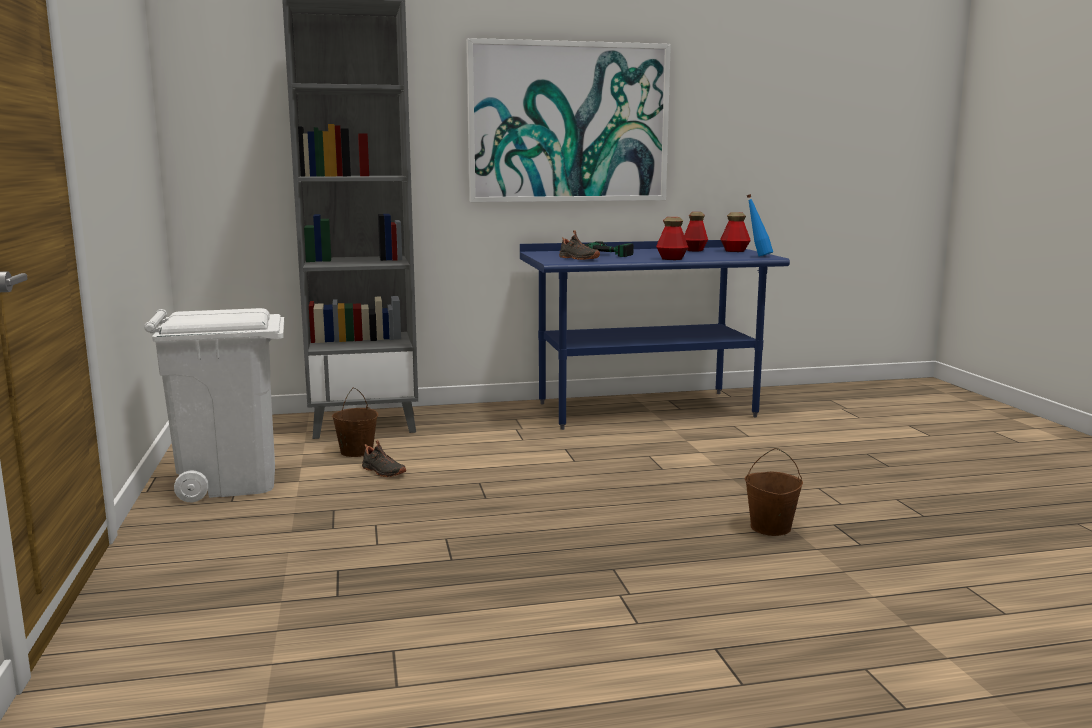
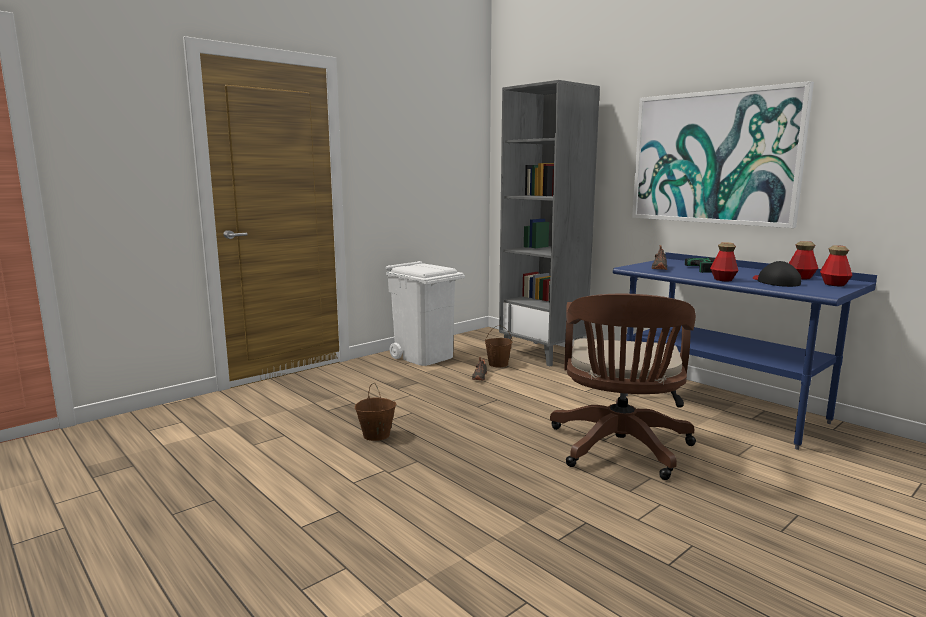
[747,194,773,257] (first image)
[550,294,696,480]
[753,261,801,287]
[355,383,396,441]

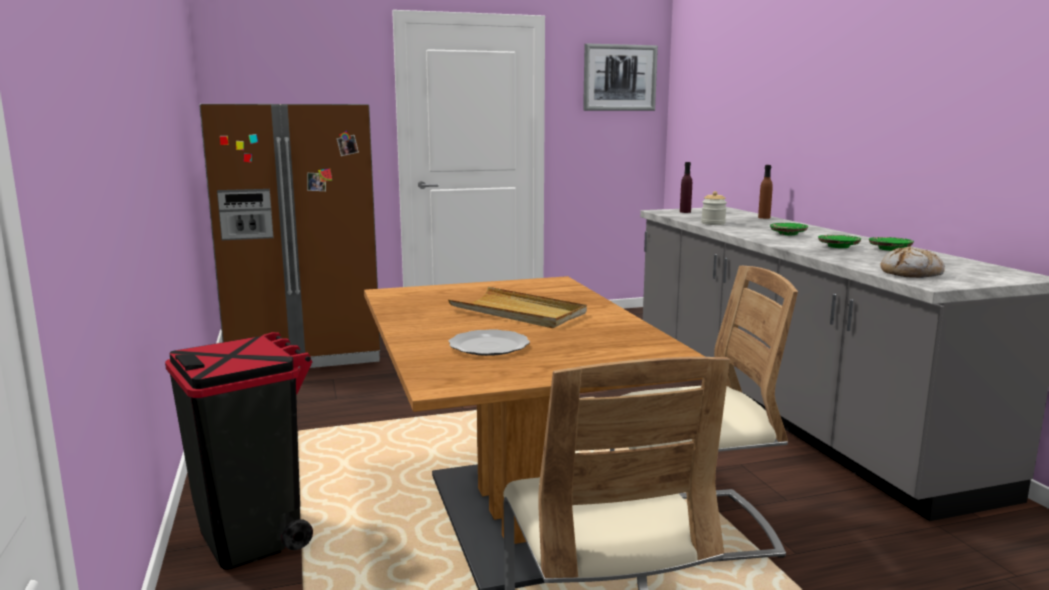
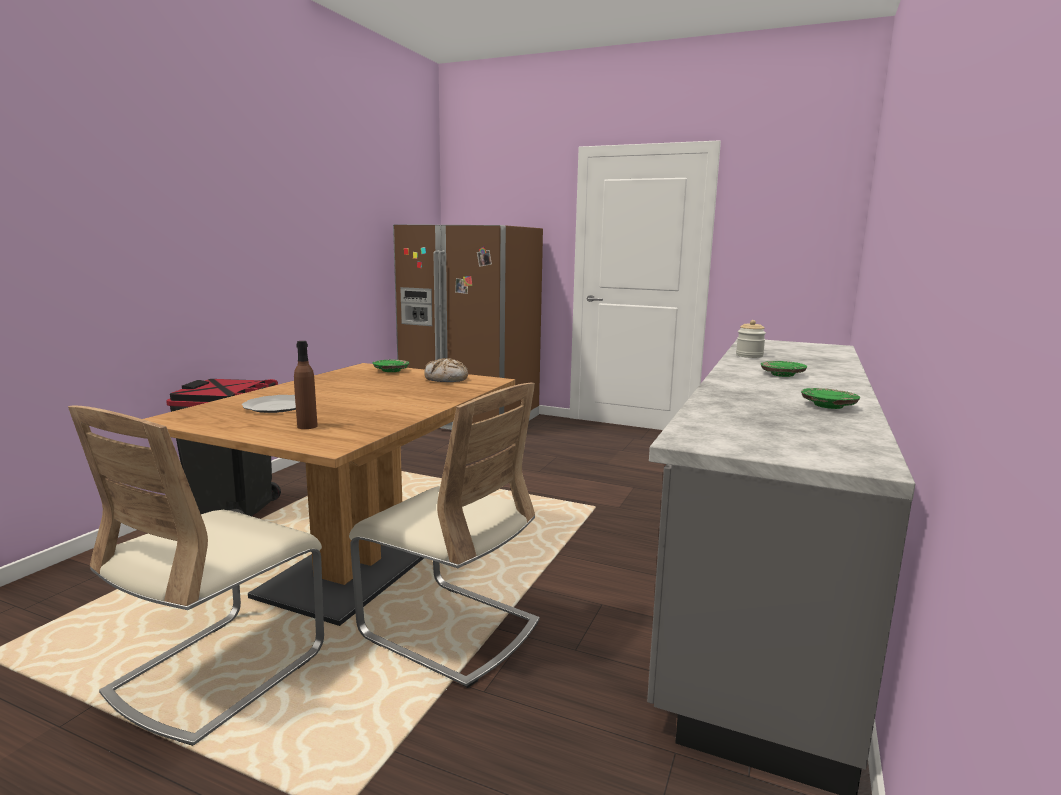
[448,287,587,328] (first image)
[583,43,658,111] (first image)
[680,162,692,213] (first image)
[294,341,318,429]
[373,360,409,372]
[424,358,468,382]

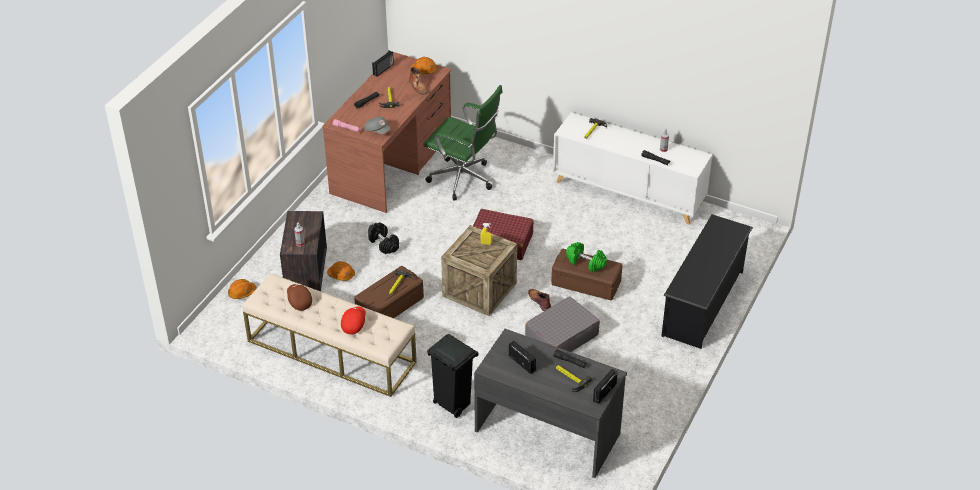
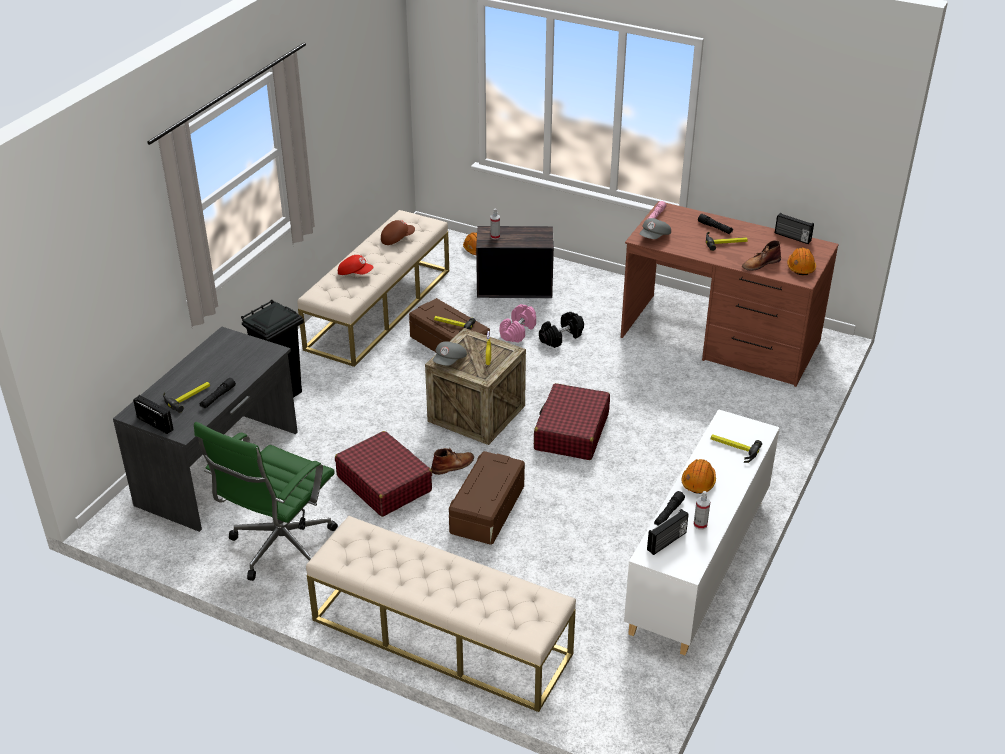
[566,242,607,272] (first image)
[433,341,467,366]
[500,304,536,343]
[682,459,716,494]
[194,422,338,581]
[647,509,689,555]
[306,516,576,712]
[335,431,432,517]

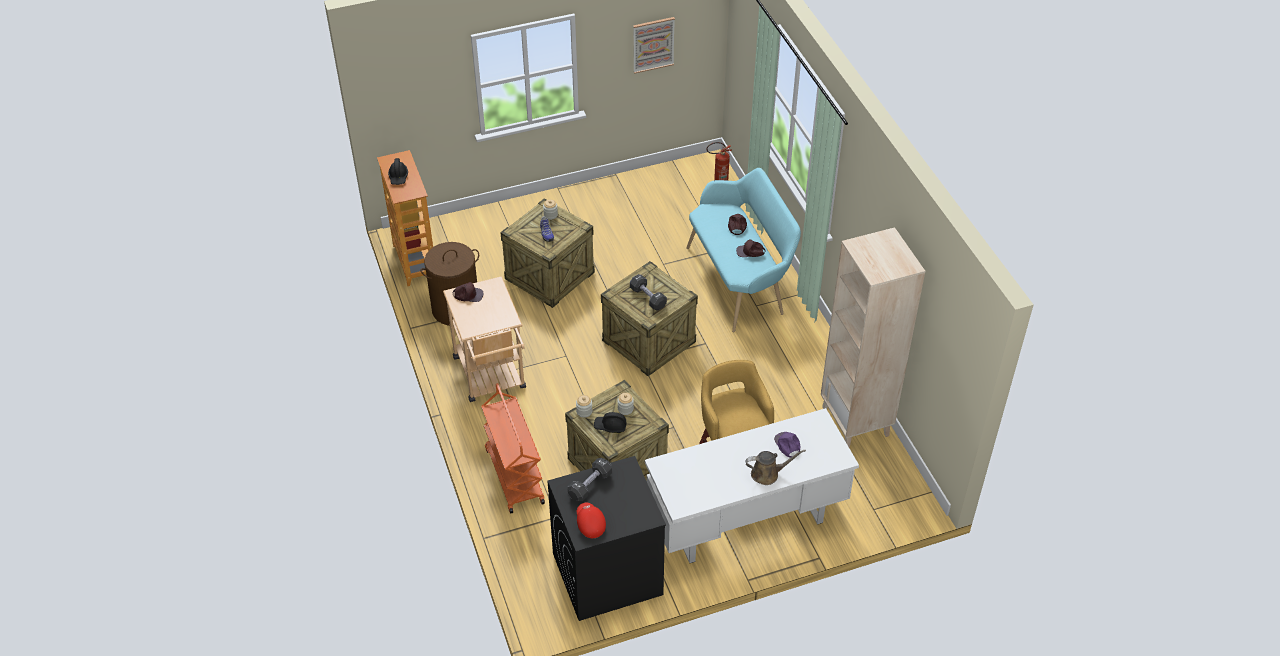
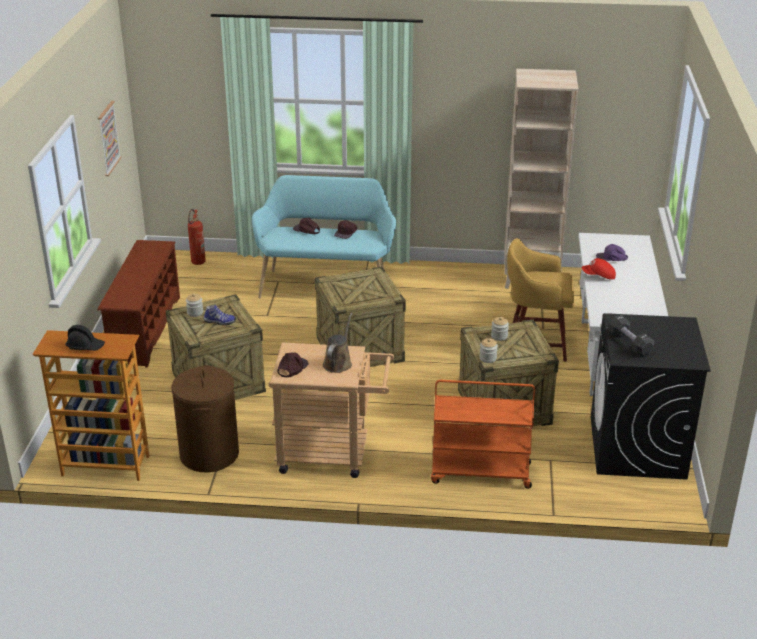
[594,412,626,433] (first image)
[630,274,667,311] (first image)
[98,240,180,368]
[582,258,616,280]
[323,313,353,373]

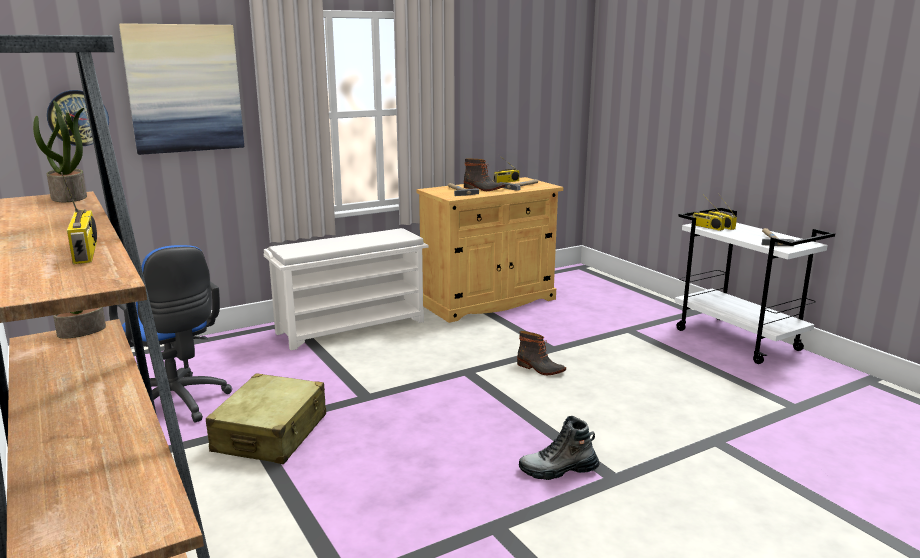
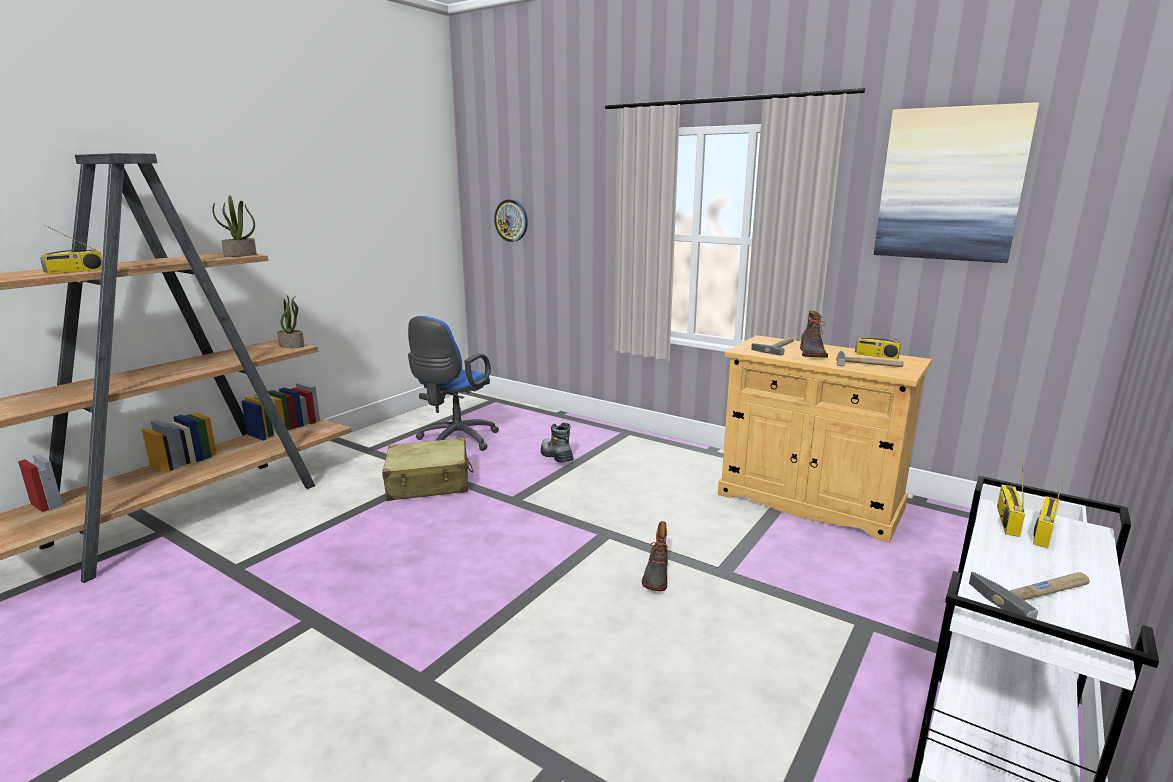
[264,228,429,350] (first image)
[874,102,1039,263]
[541,422,574,463]

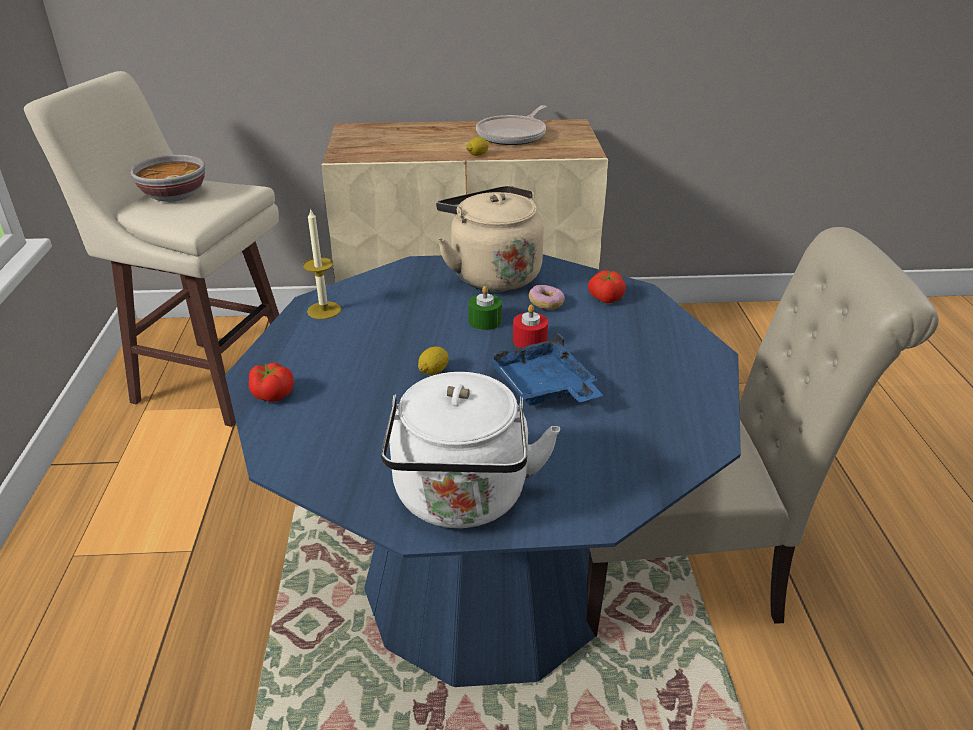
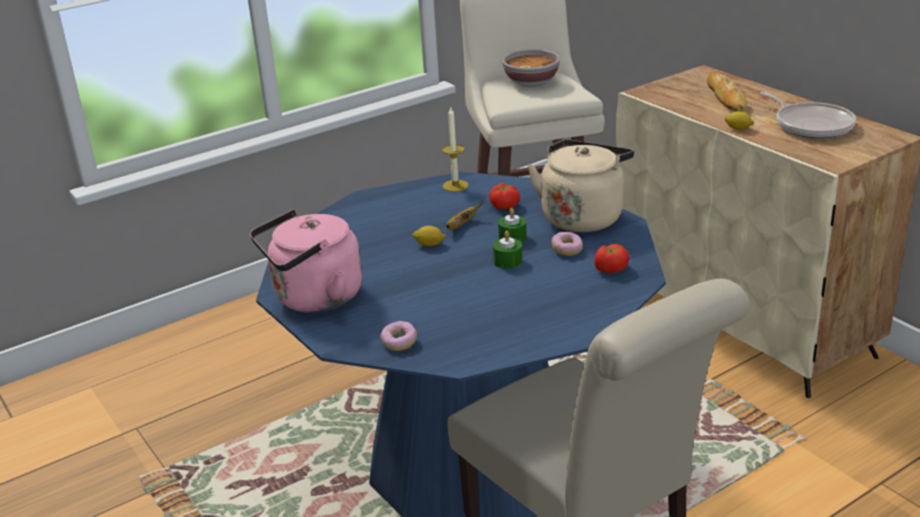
[487,332,603,405] (first image)
[380,321,417,351]
[446,202,483,230]
[707,72,747,112]
[489,183,520,210]
[250,209,362,313]
[493,231,522,269]
[760,91,856,138]

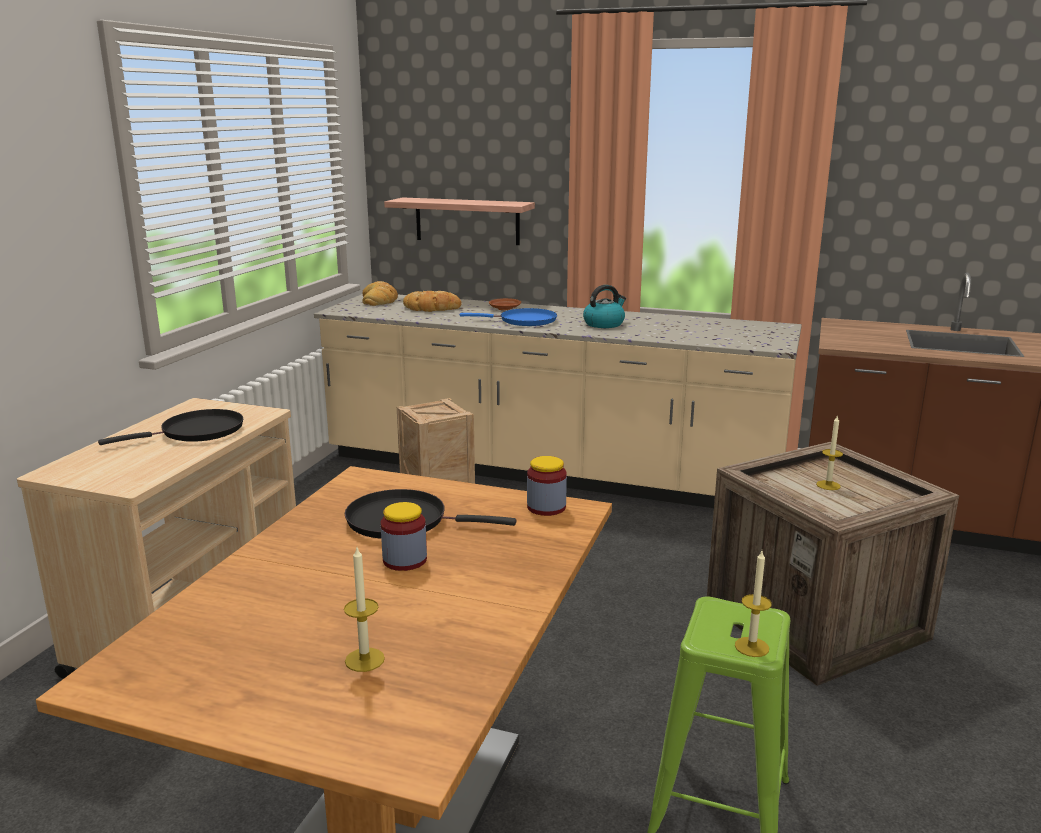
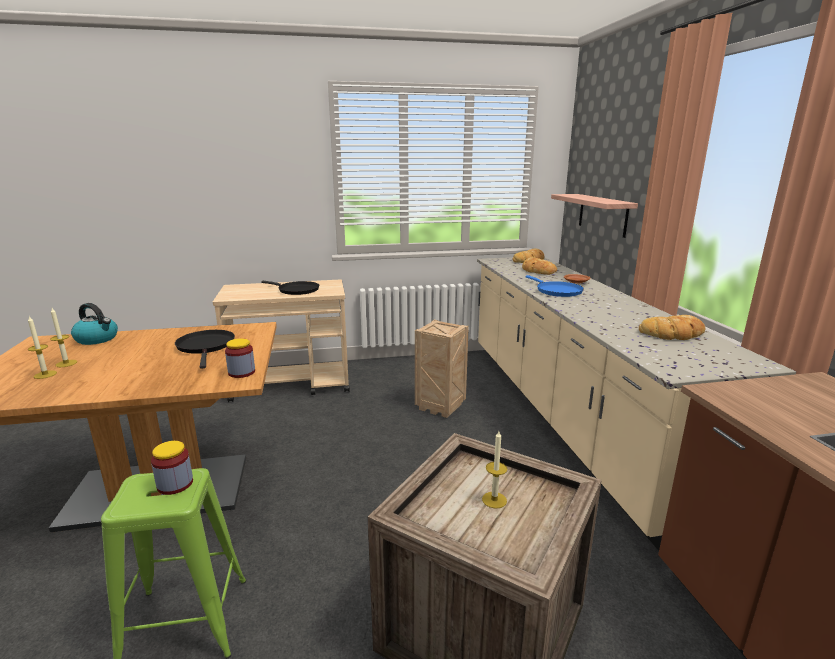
[639,315,705,340]
[151,441,193,495]
[71,303,118,345]
[50,308,77,367]

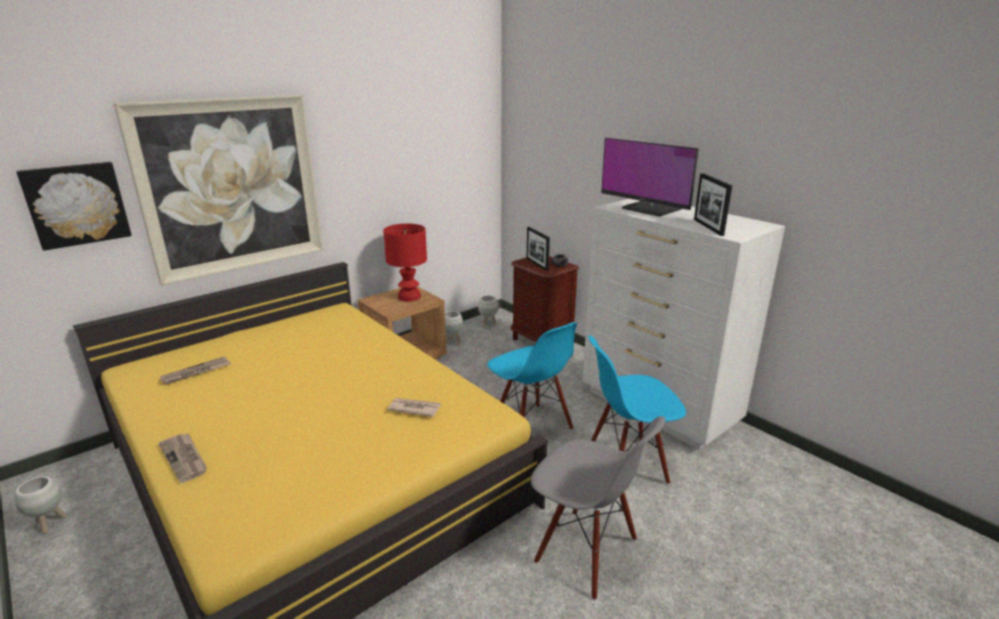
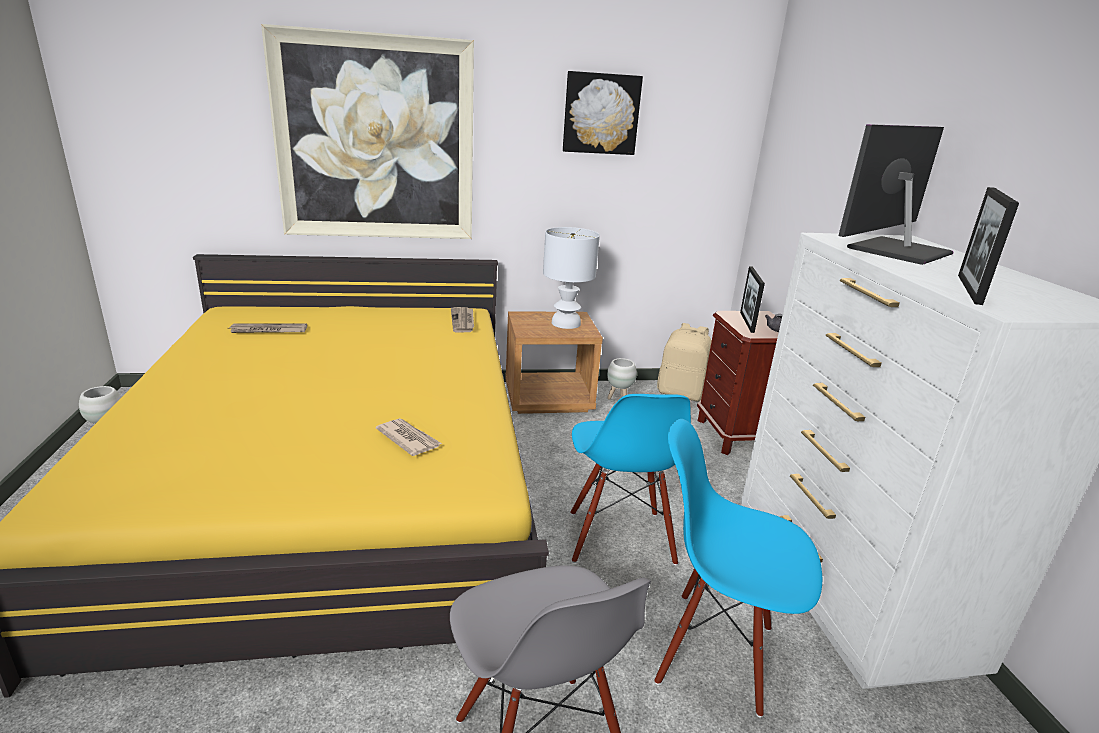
[563,71,643,155]
[451,307,474,332]
[657,323,712,401]
[543,227,600,329]
[838,124,953,265]

